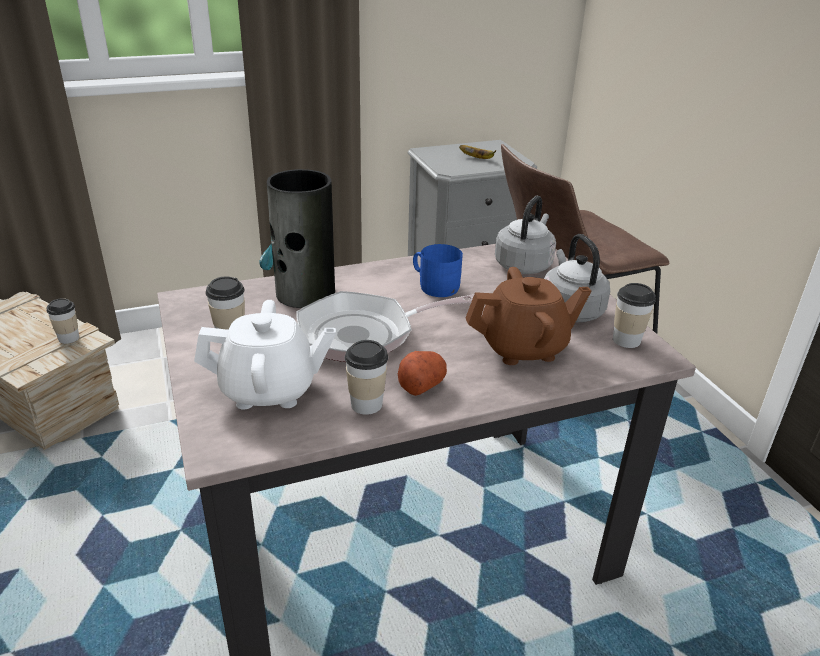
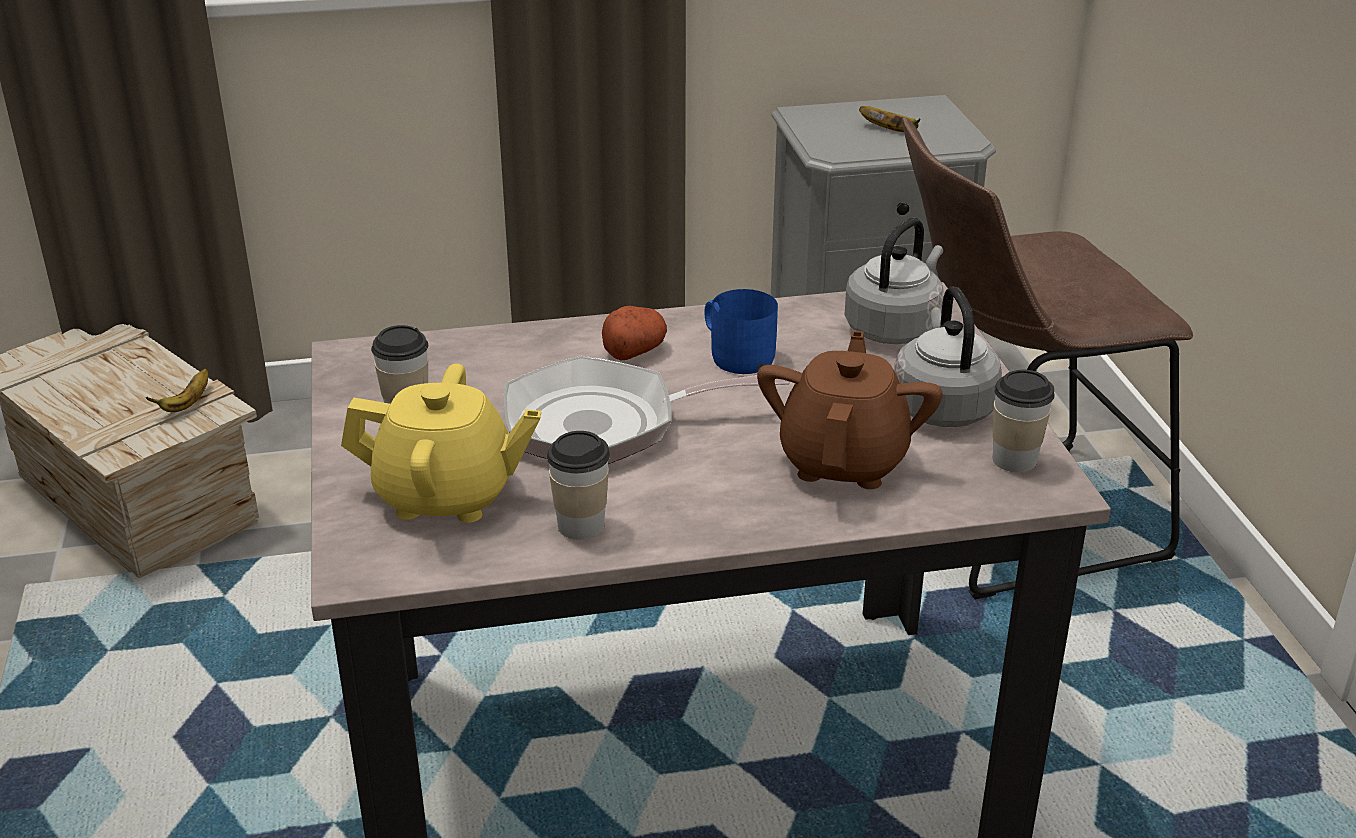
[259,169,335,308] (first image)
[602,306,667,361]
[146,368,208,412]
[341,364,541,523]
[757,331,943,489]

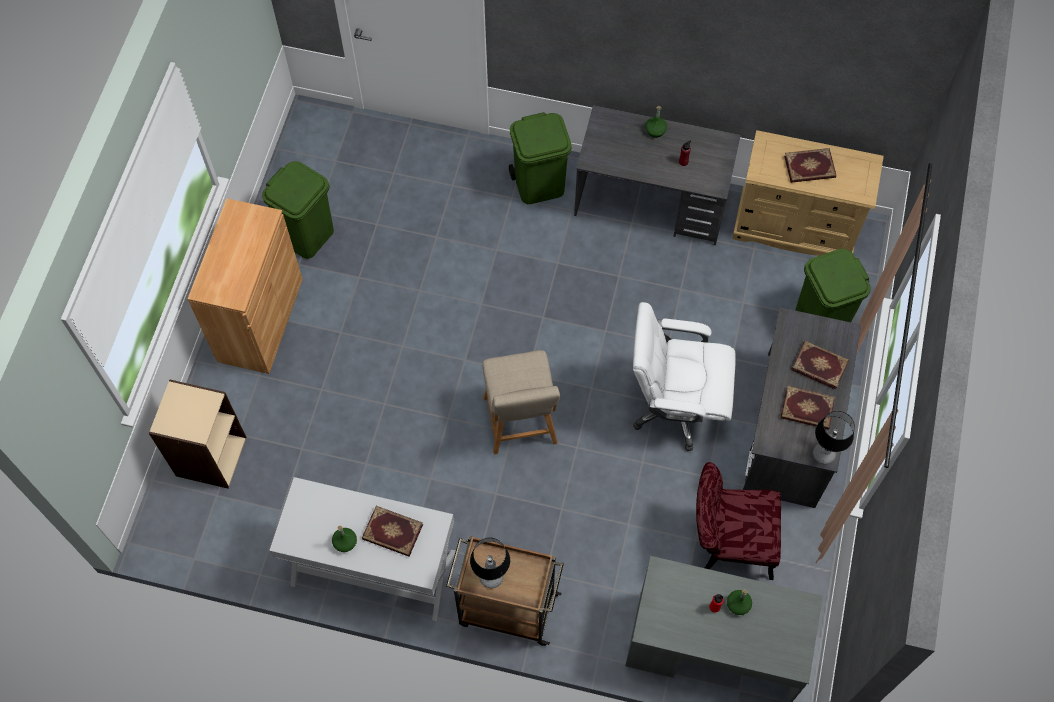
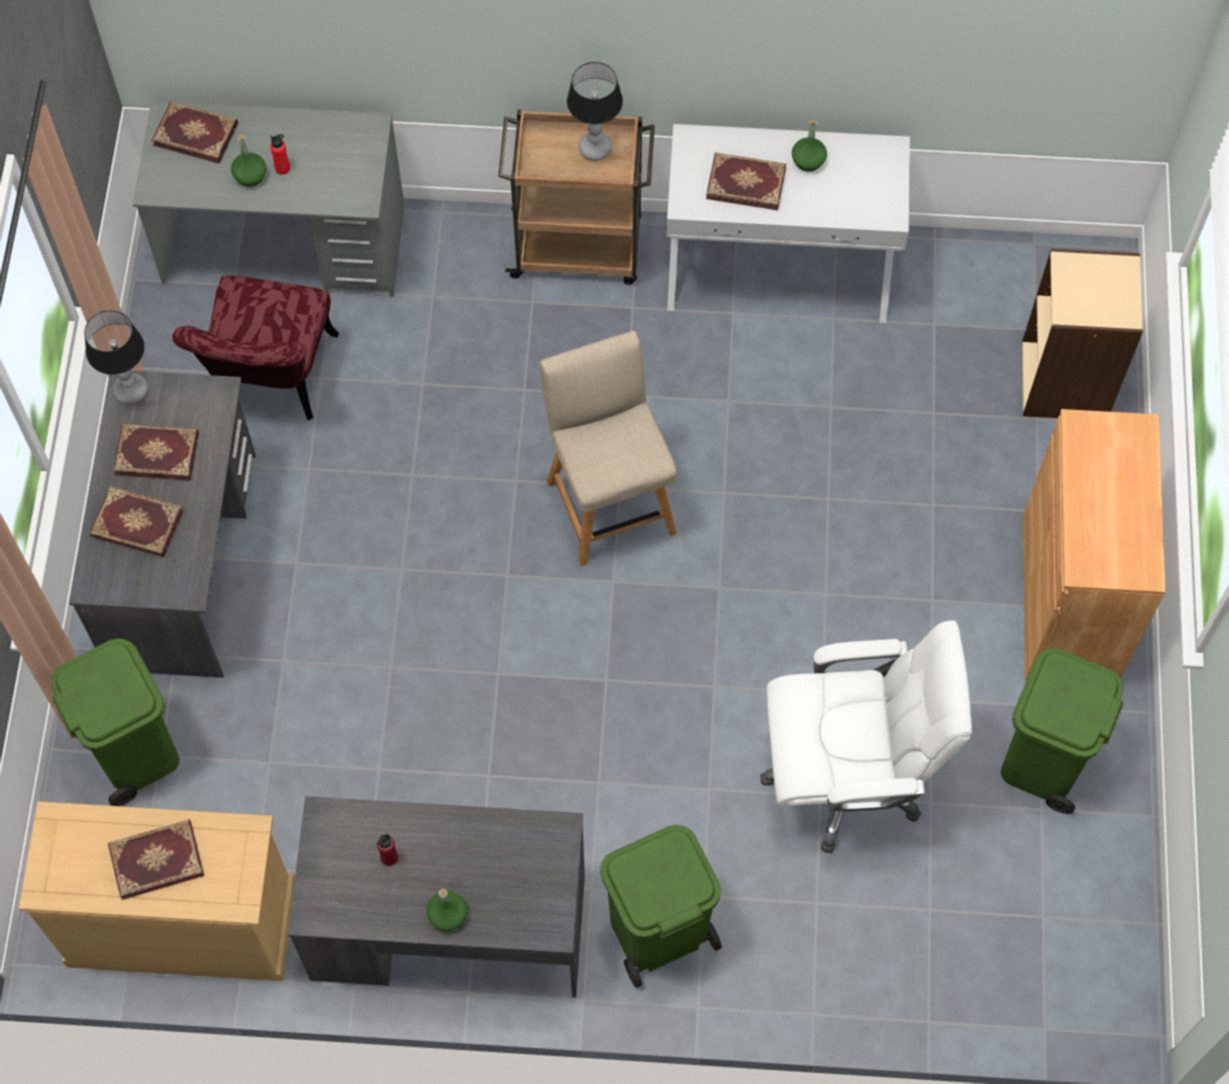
[151,101,238,164]
[760,621,972,853]
[173,276,339,420]

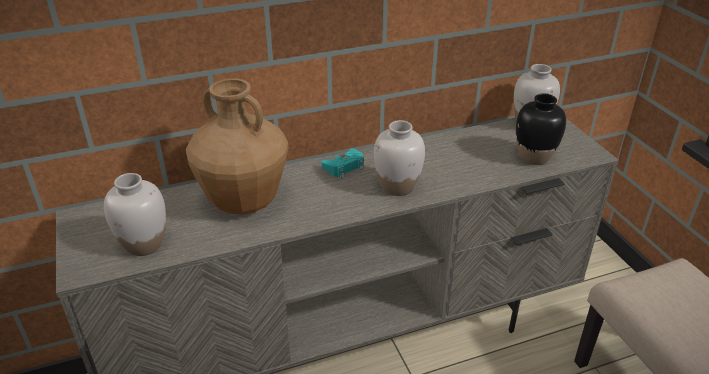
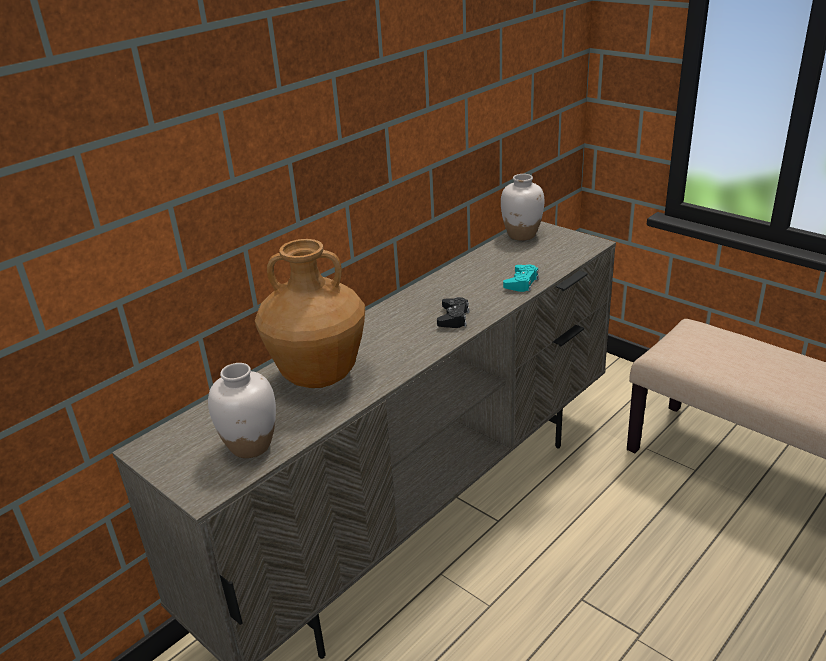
[516,94,566,165] (first image)
[503,265,539,292]
[437,297,470,328]

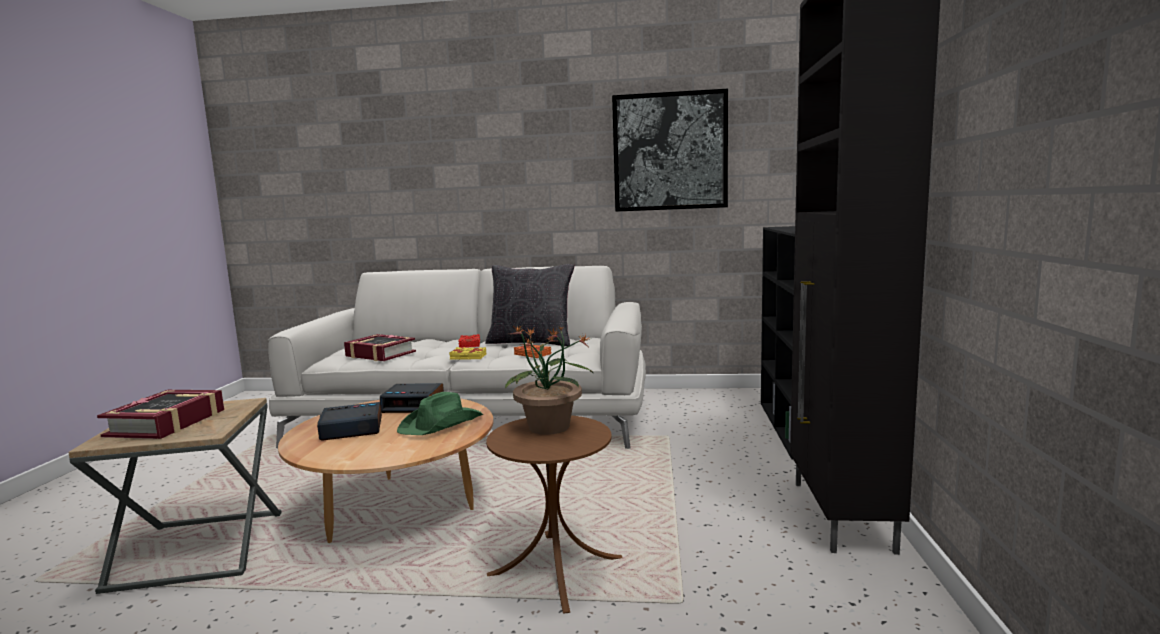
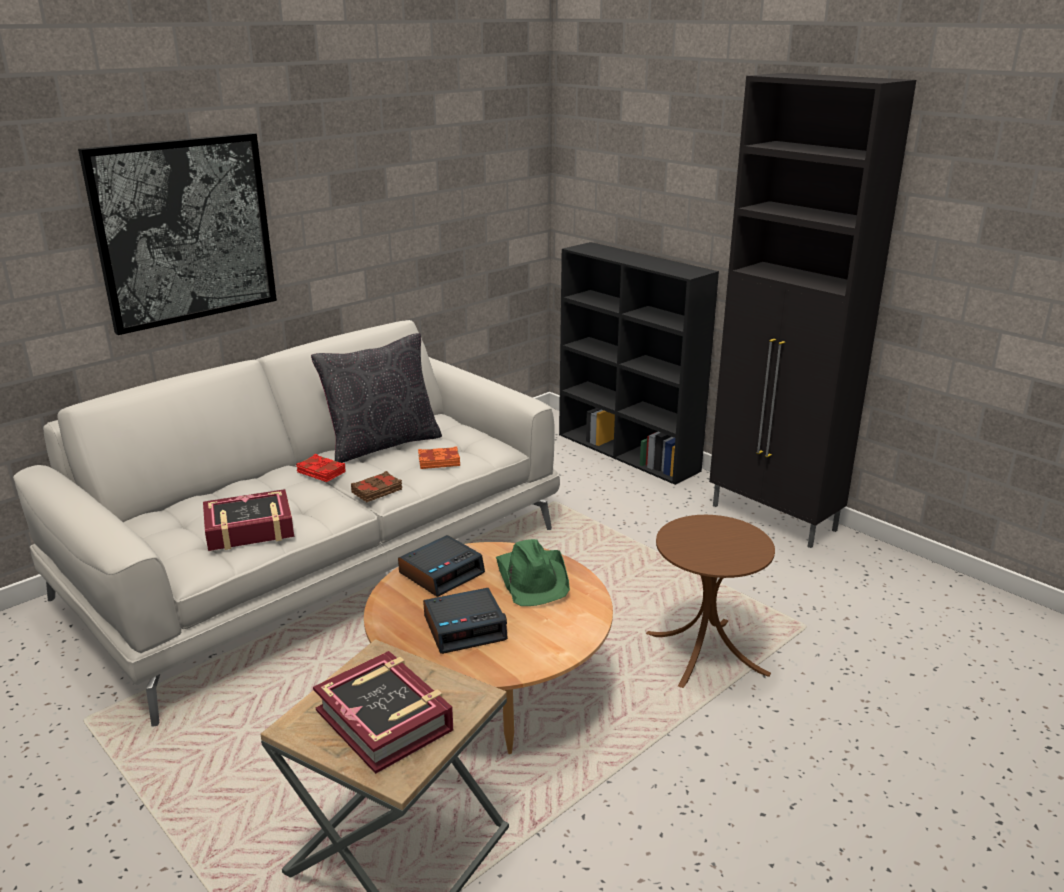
[505,326,594,435] (first image)
[78,133,277,335]
[351,471,402,502]
[423,588,508,654]

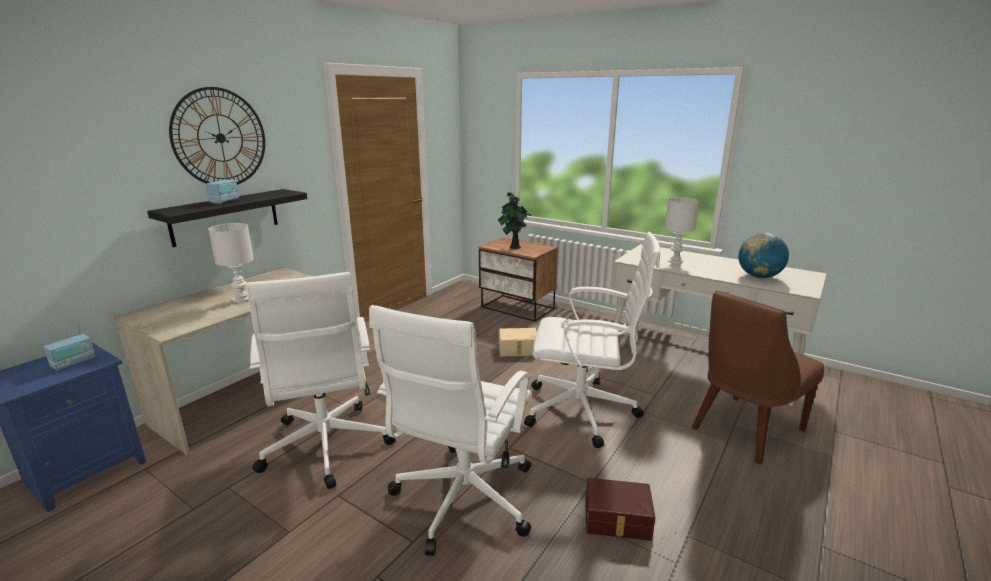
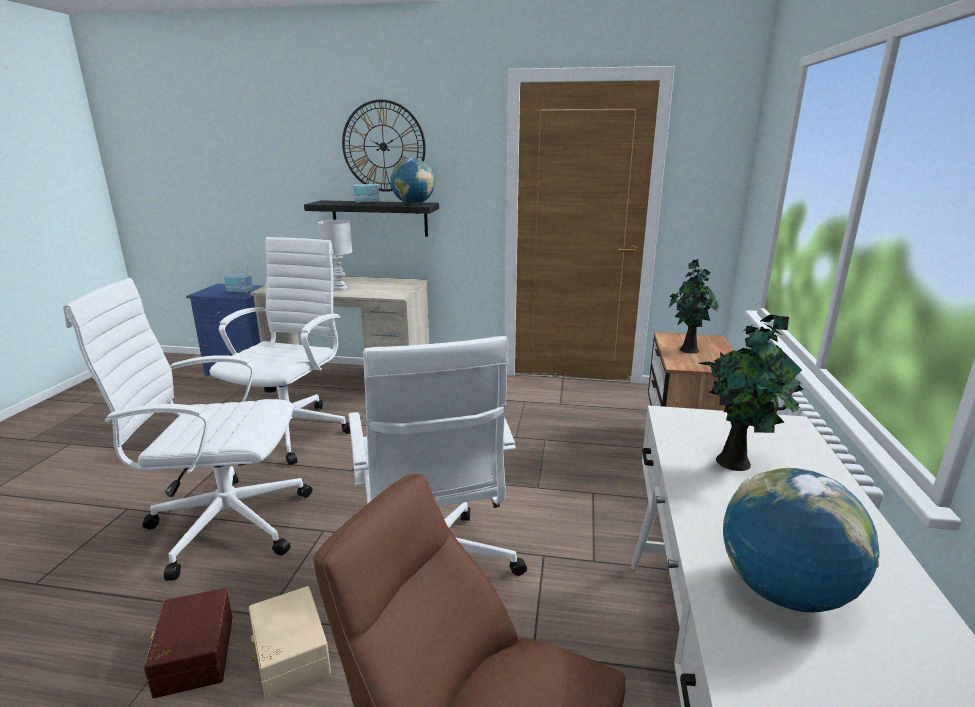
[390,158,435,205]
[249,586,331,700]
[698,315,804,471]
[209,237,350,465]

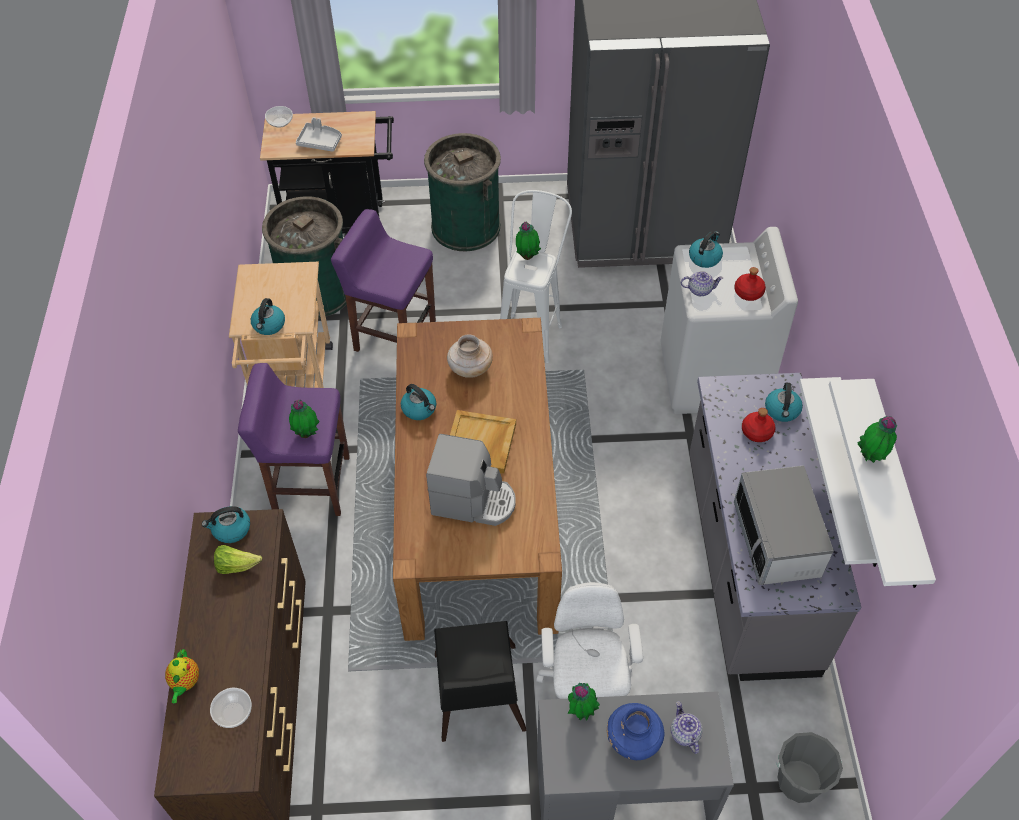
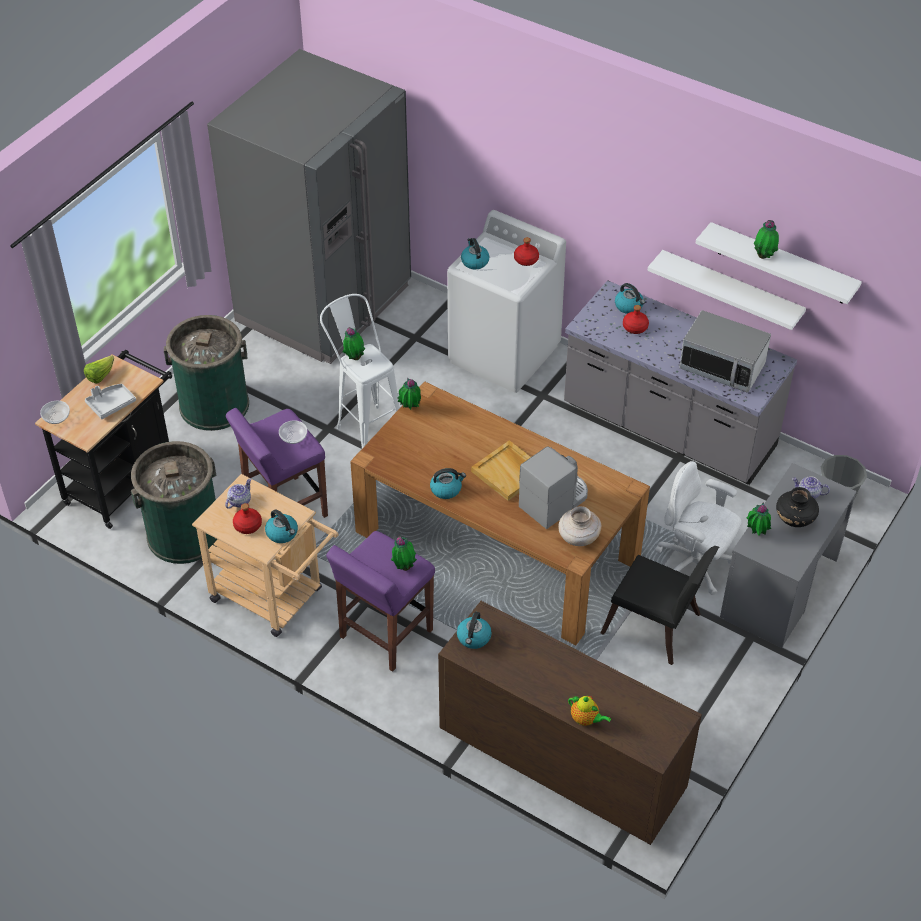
[233,503,262,534]
[397,377,421,410]
[279,420,307,444]
[84,355,114,383]
[558,506,602,546]
[225,478,251,509]
[776,487,819,527]

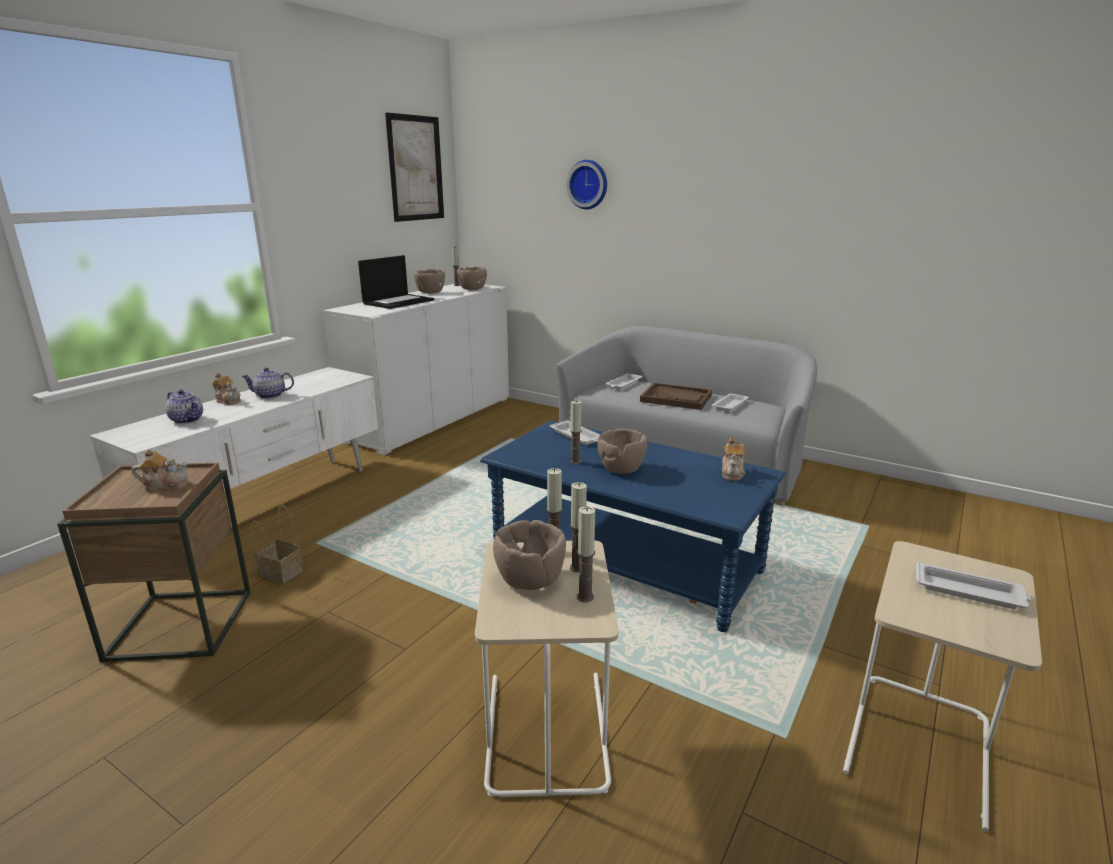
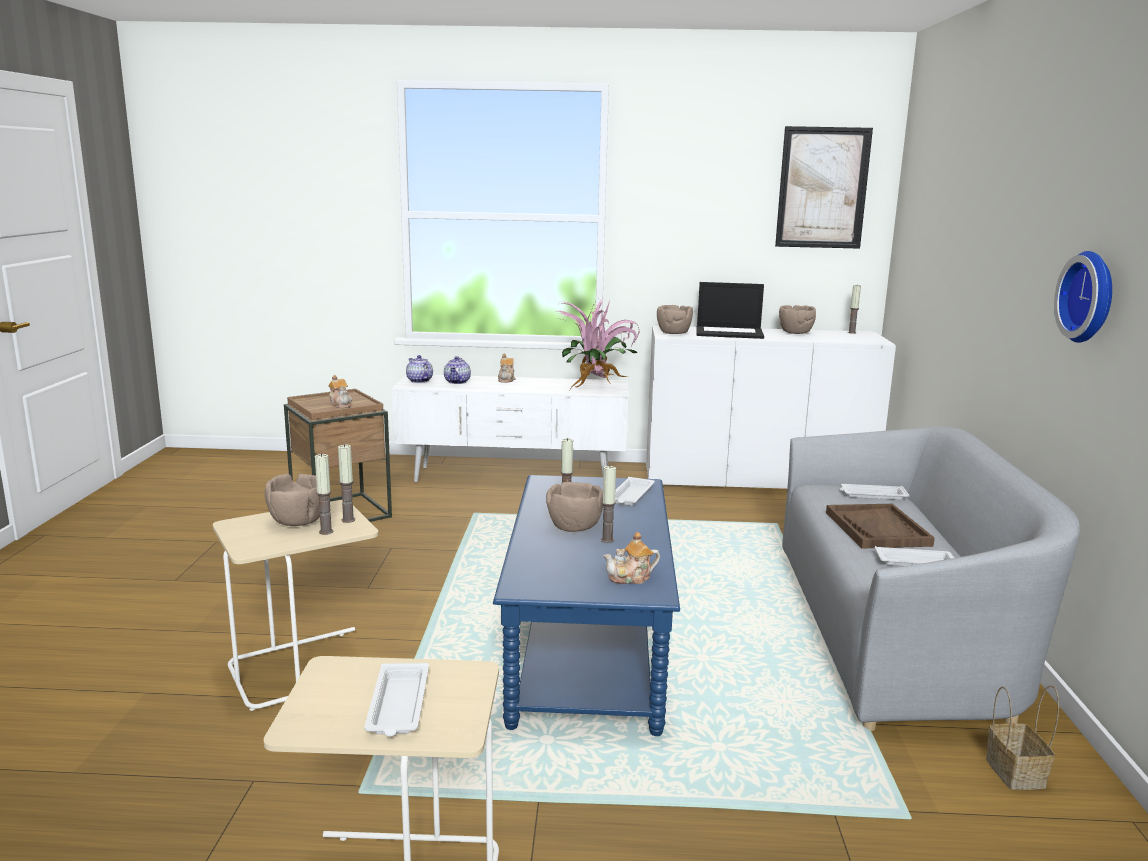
[556,296,639,390]
[406,355,433,383]
[986,685,1059,790]
[657,305,693,334]
[1054,251,1112,343]
[601,466,616,543]

